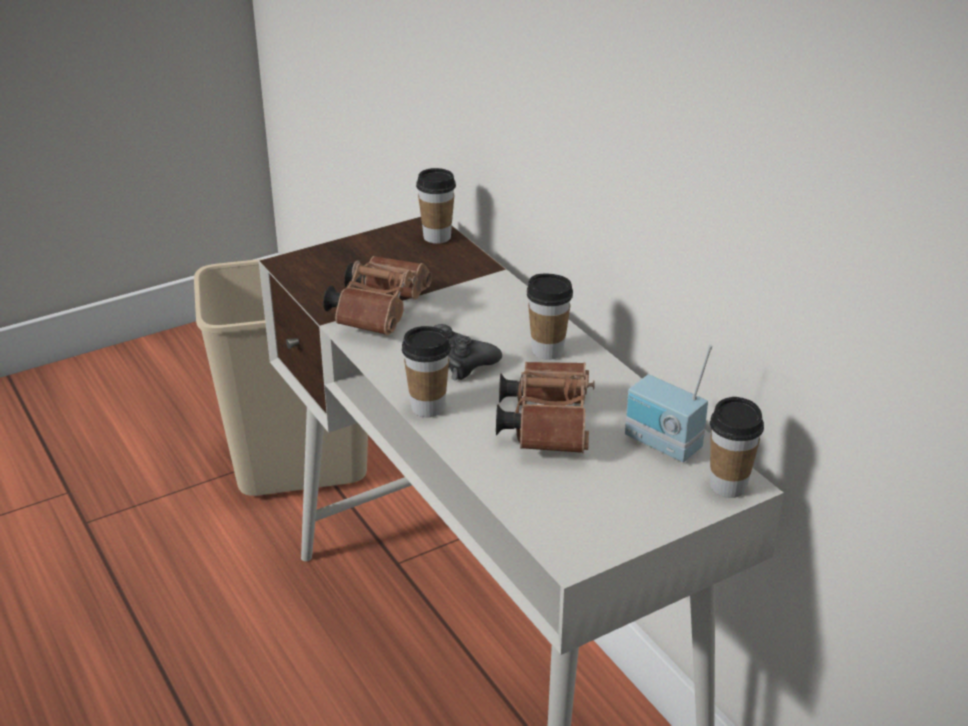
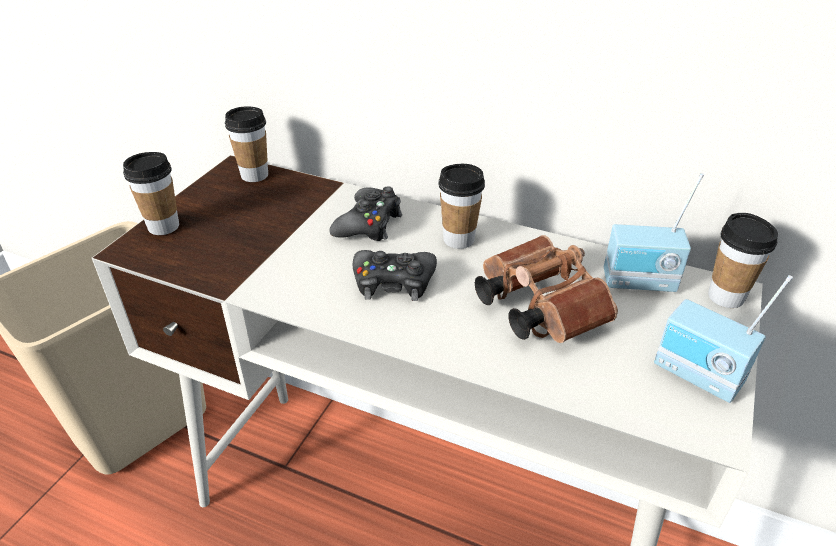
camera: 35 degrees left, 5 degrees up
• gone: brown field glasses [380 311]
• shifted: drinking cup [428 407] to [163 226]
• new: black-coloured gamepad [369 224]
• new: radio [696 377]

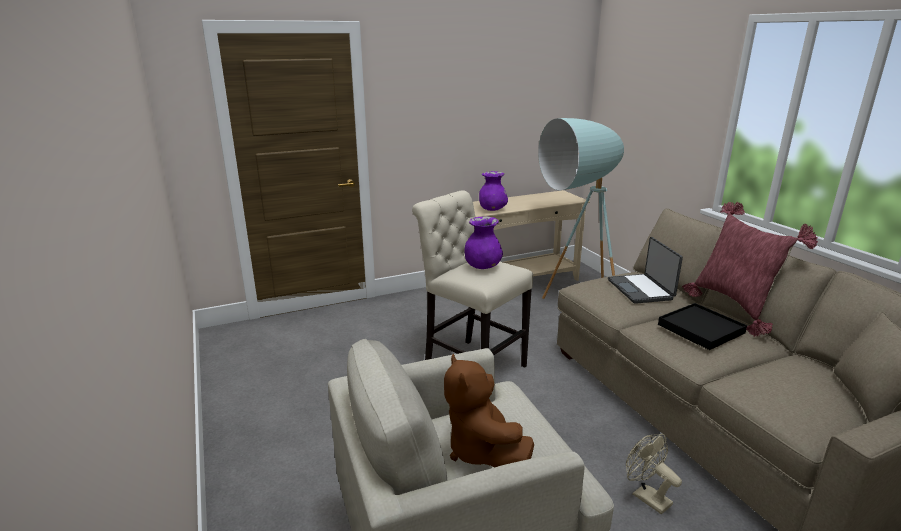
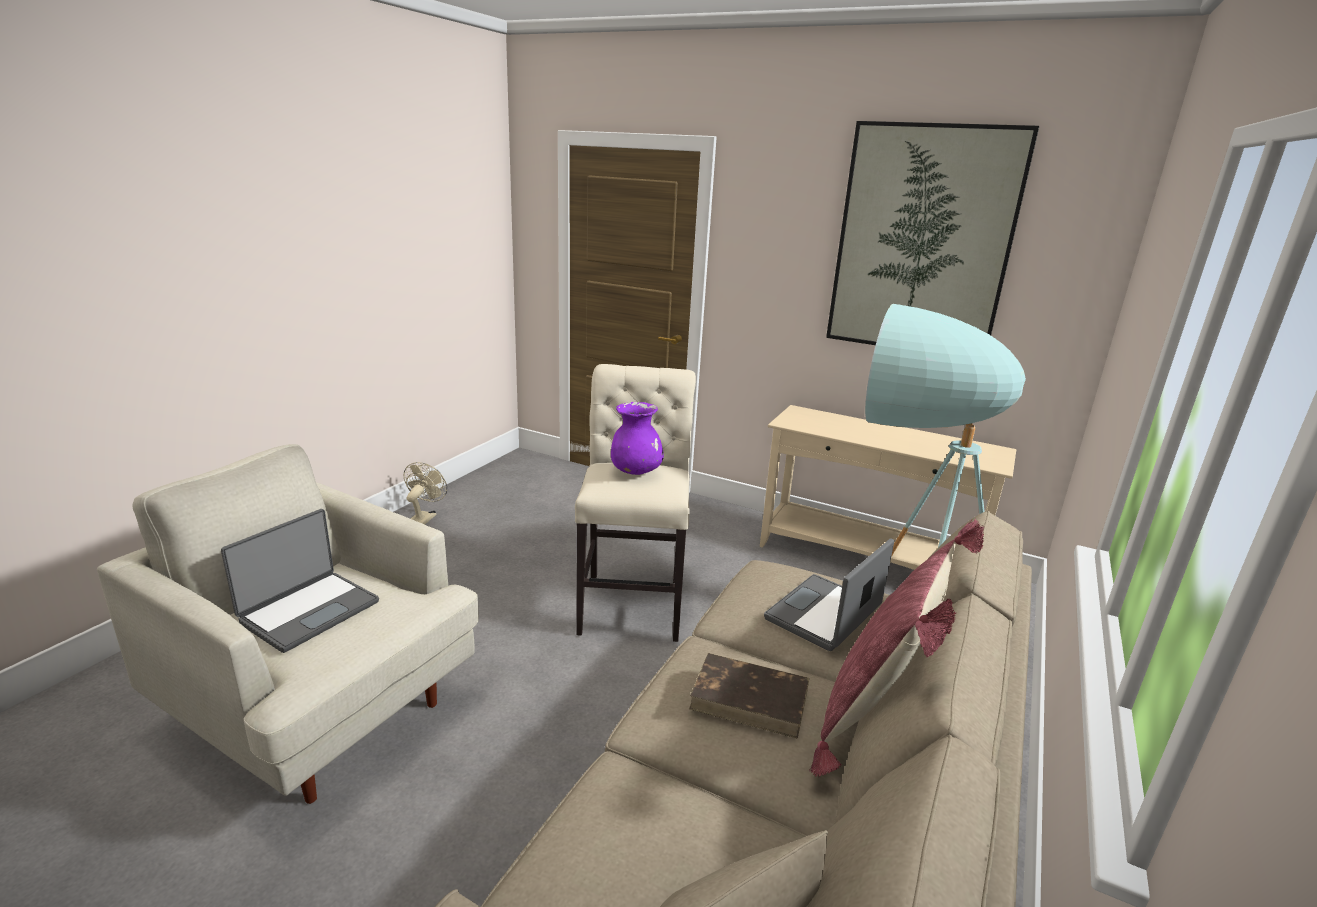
camera: 50 degrees right, 0 degrees up
• gone: purplish vase [492 209]
• swapped: black-coloured serving tray [701 329] to brown book [751 698]
• swapped: brown cuddly toy [481 450] to laptop [309 611]
• shifted: beige fan [646 496] to [424 517]
• new: wall art [922 242]

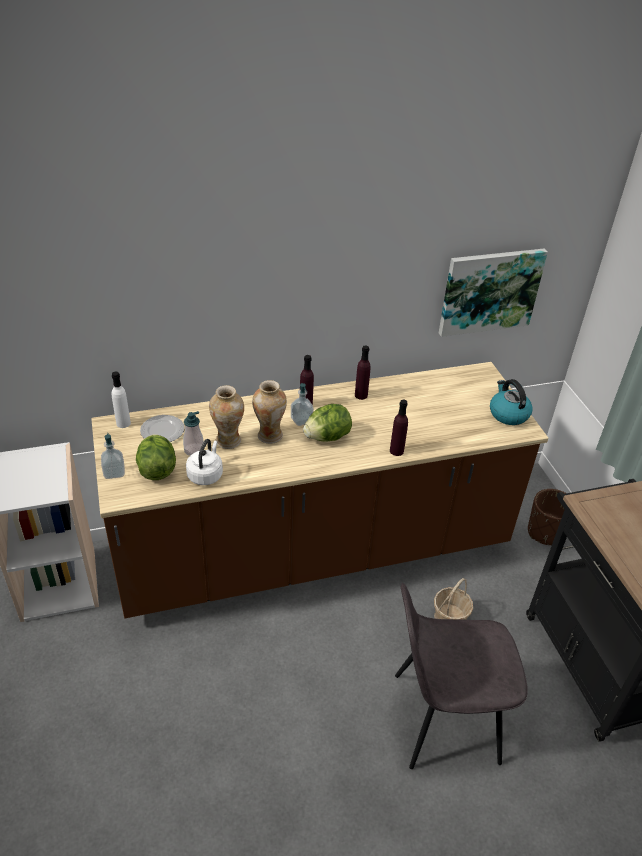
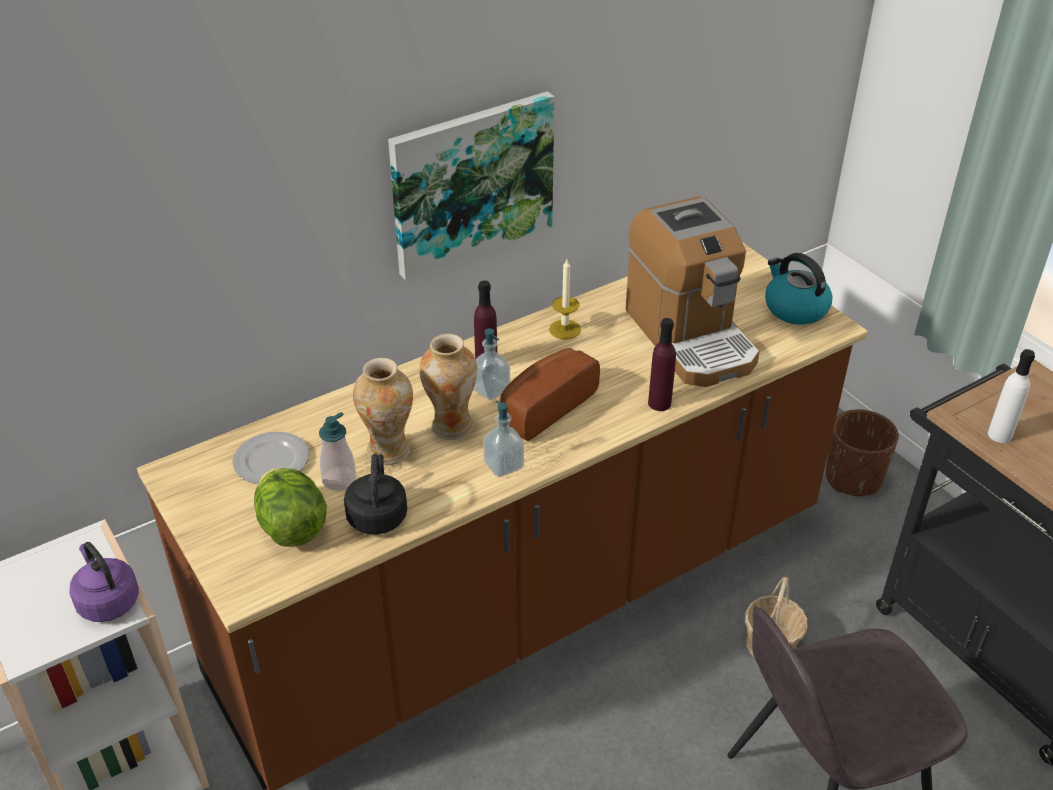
camera: 15 degrees left, 0 degrees up
• shifted: wall art [489 291] to [471 182]
• swapped: purplish bottle [361 395] to wax candle [565 329]
• shifted: white-coloured bottle [123 423] to [999 435]
• swapped: lettuce [327 437] to bakery bread [544 407]
• shifted: liquid soap bottle [114 472] to [503 465]
• repainted: white-coloured tea kettle [206 475] to black-coloured tea kettle [377 515]
• new: coffee maker [690 336]
• new: purplish tea kettle [107 601]

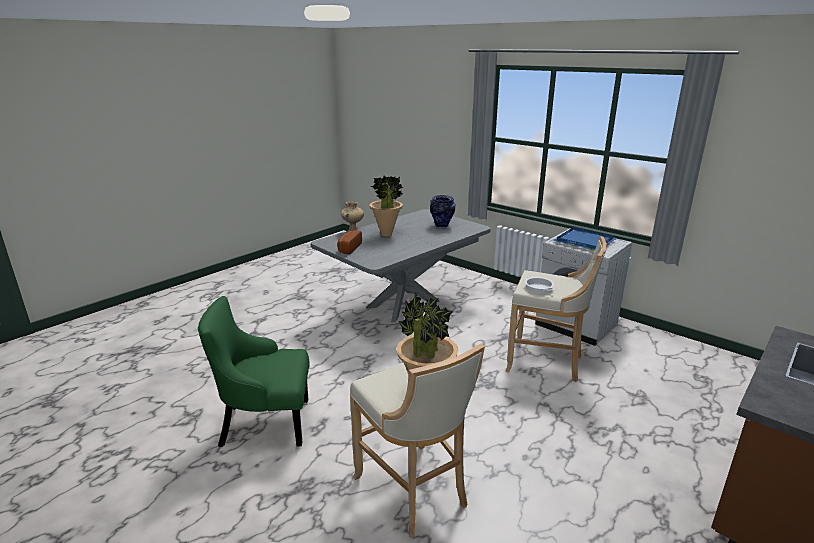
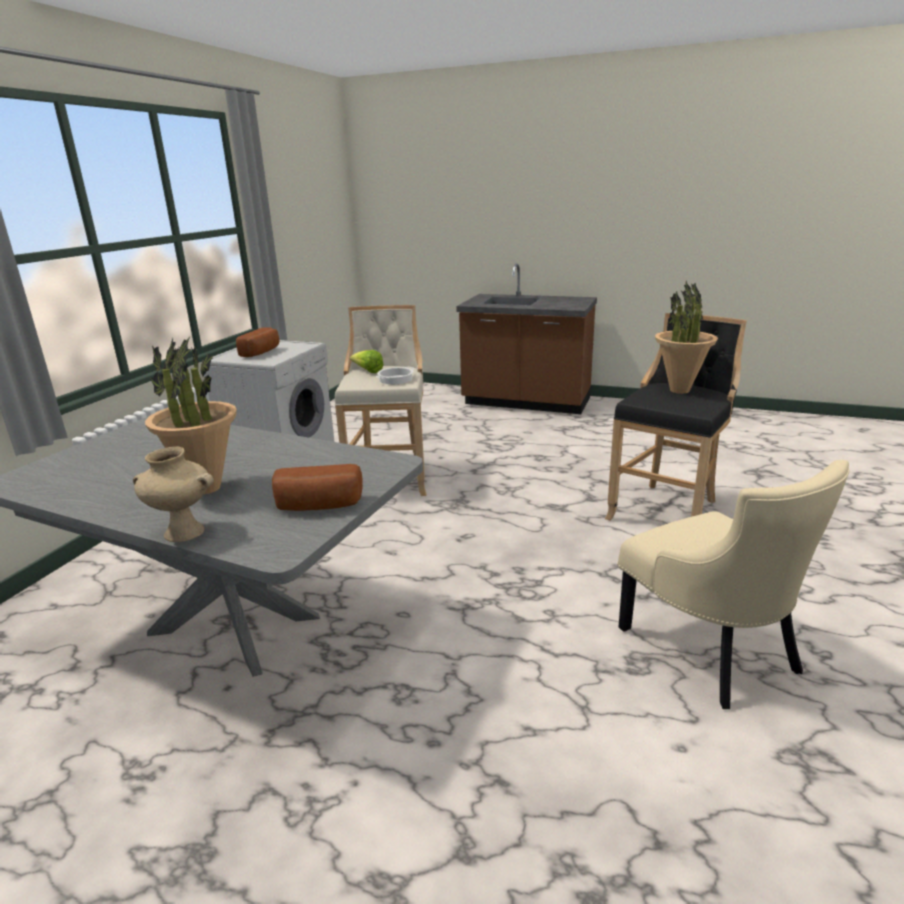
camera: 110 degrees left, 0 degrees up
• gone: vase [442 225]
• swapped: blue serving tray [584 241] to bakery bread [262 352]
• repainted: greenish plain chair [267 424] to beige plain chair [706 647]
• repainted: beige stool seat [414 491] to black-coloured stool seat [667 510]
• new: lettuce [368 371]

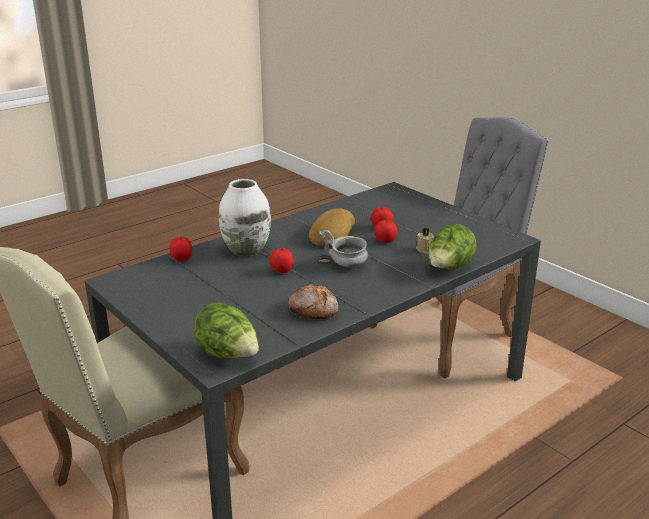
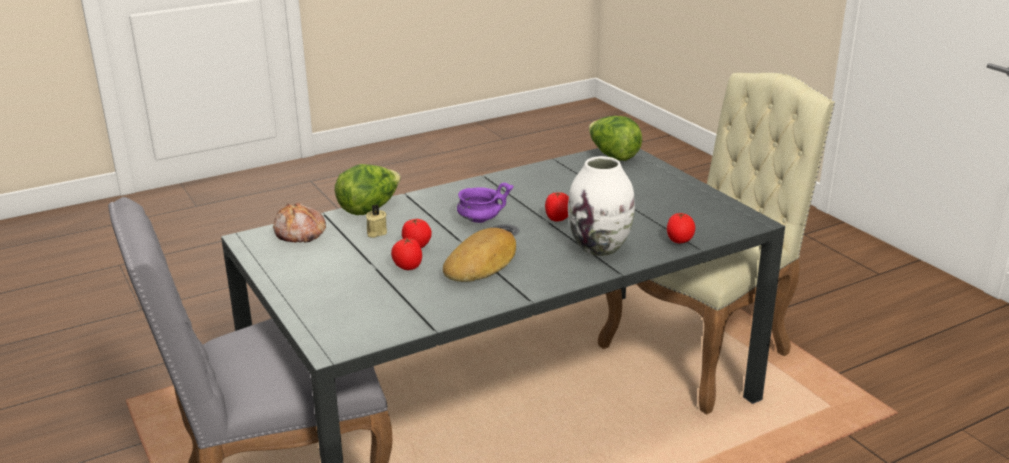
camera: 170 degrees left, 0 degrees up
• repainted: grey deep dish [347 265] to purplish deep dish [480 219]
• shifted: bakery bread [313 310] to [299 233]

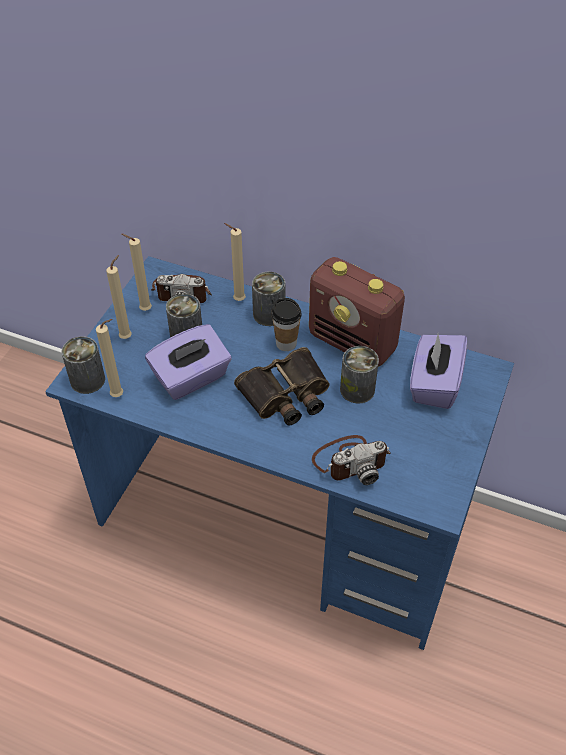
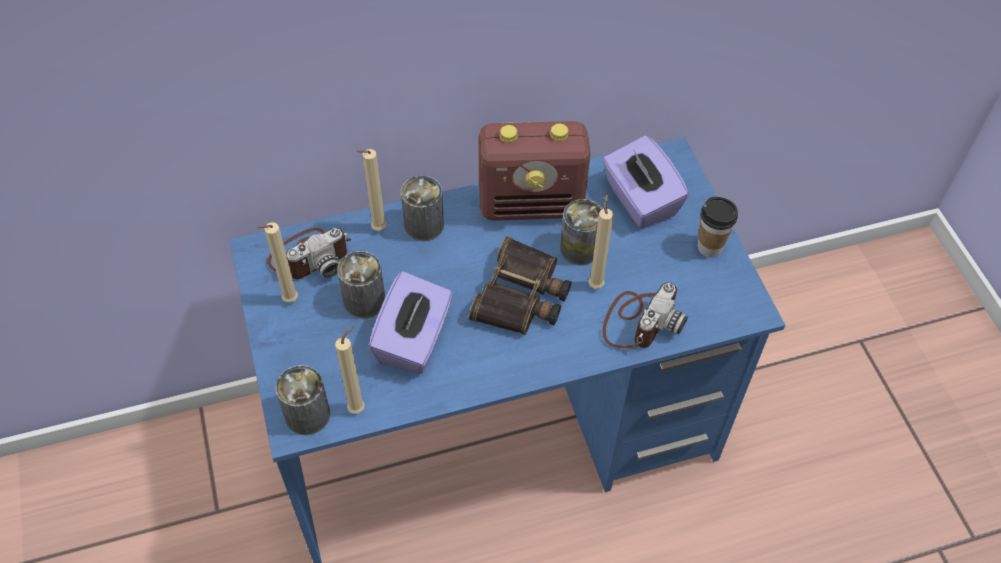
camera: 40 degrees left, 5 degrees up
• shifted: beige wax candle [127 336] to [596 283]
• shifted: drinking cup [286 343] to [709 247]

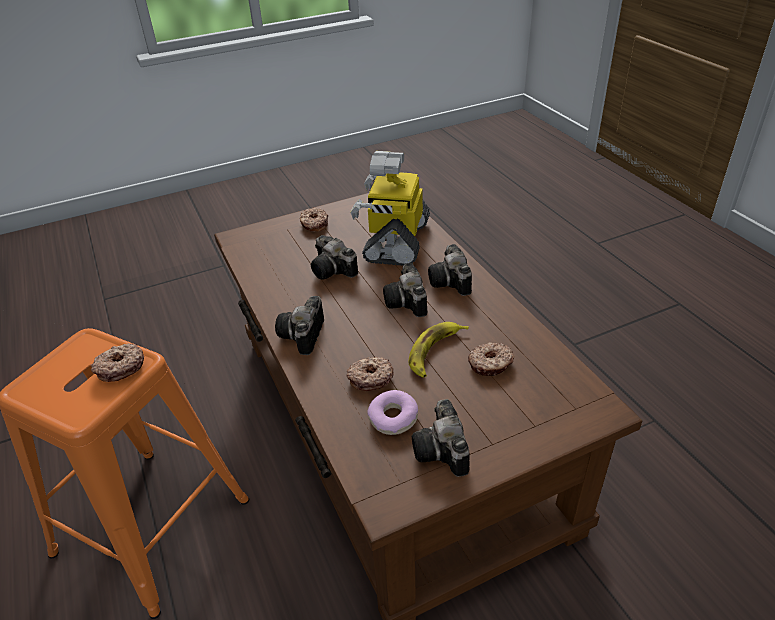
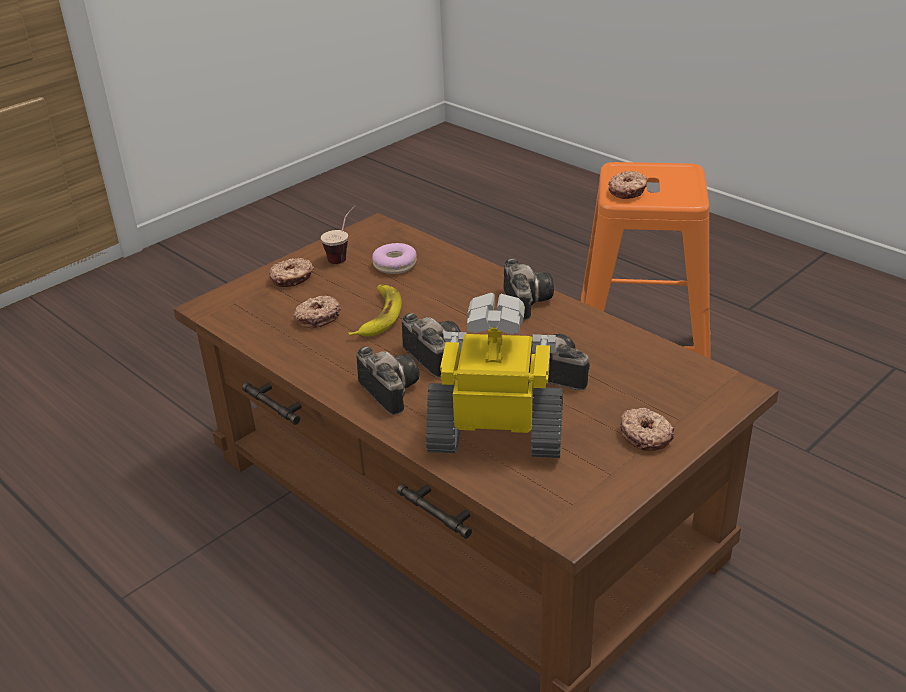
camera: 160 degrees right, 5 degrees down
• rotated: robot figure [395 241] = [497 434] 75 degrees counterclockwise
• shifted: doughnut [370 378] to [292 279]
• swapped: photo camera [443 452] to drinking cup [344 255]

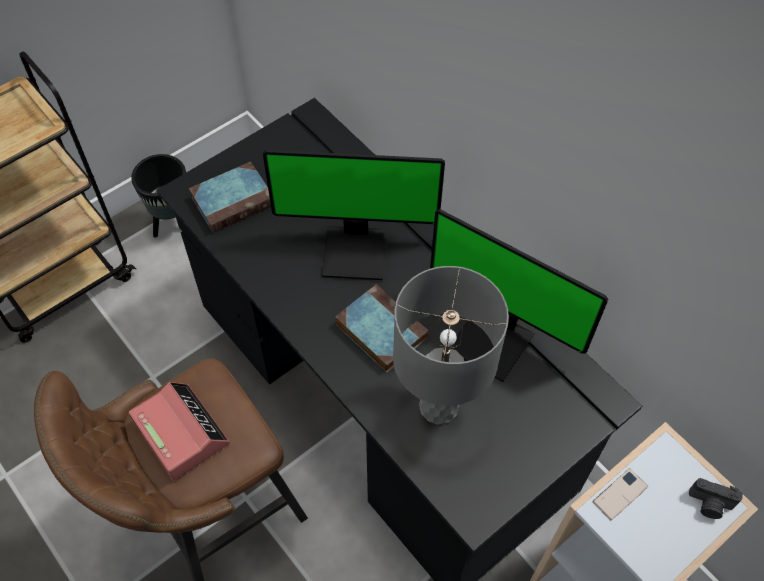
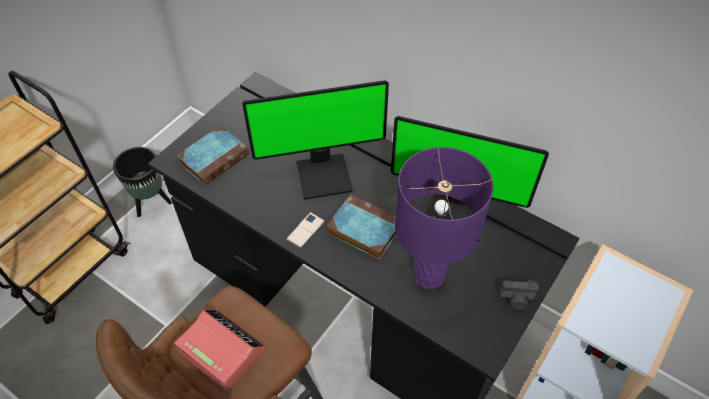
camera: 15 degrees left, 5 degrees down
• repainted: grey table lamp [438 406] to purplish table lamp [428 275]
• shifted: phone [620 494] to [305 230]
• shifted: photo camera [709 504] to [516 300]

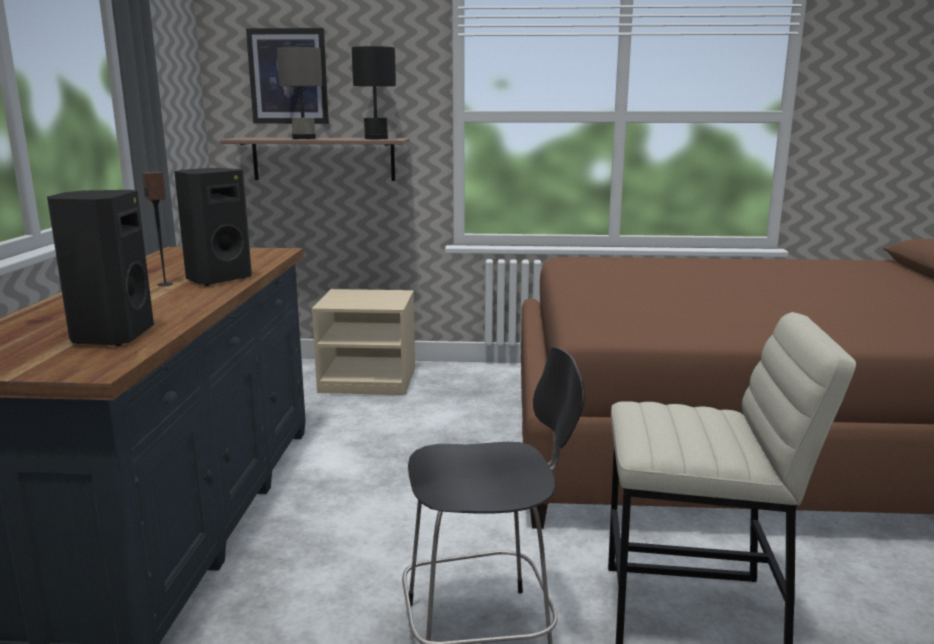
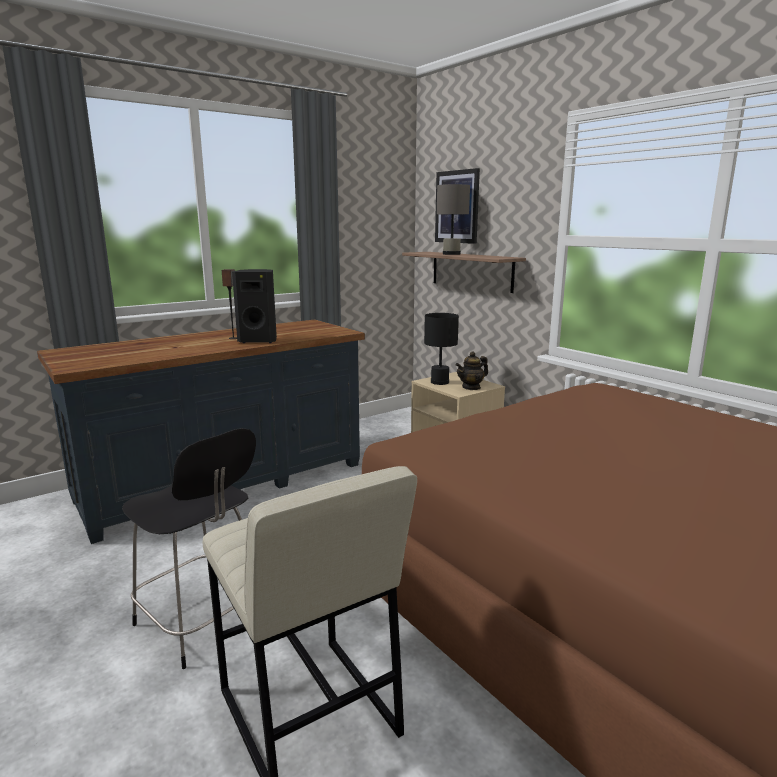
camera: 50 degrees right, 0 degrees up
• shifted: black-coloured table lamp [375 138] to [439 382]
• gone: black-coloured audio speaker [110 336]
• new: pot for tea [471 387]

